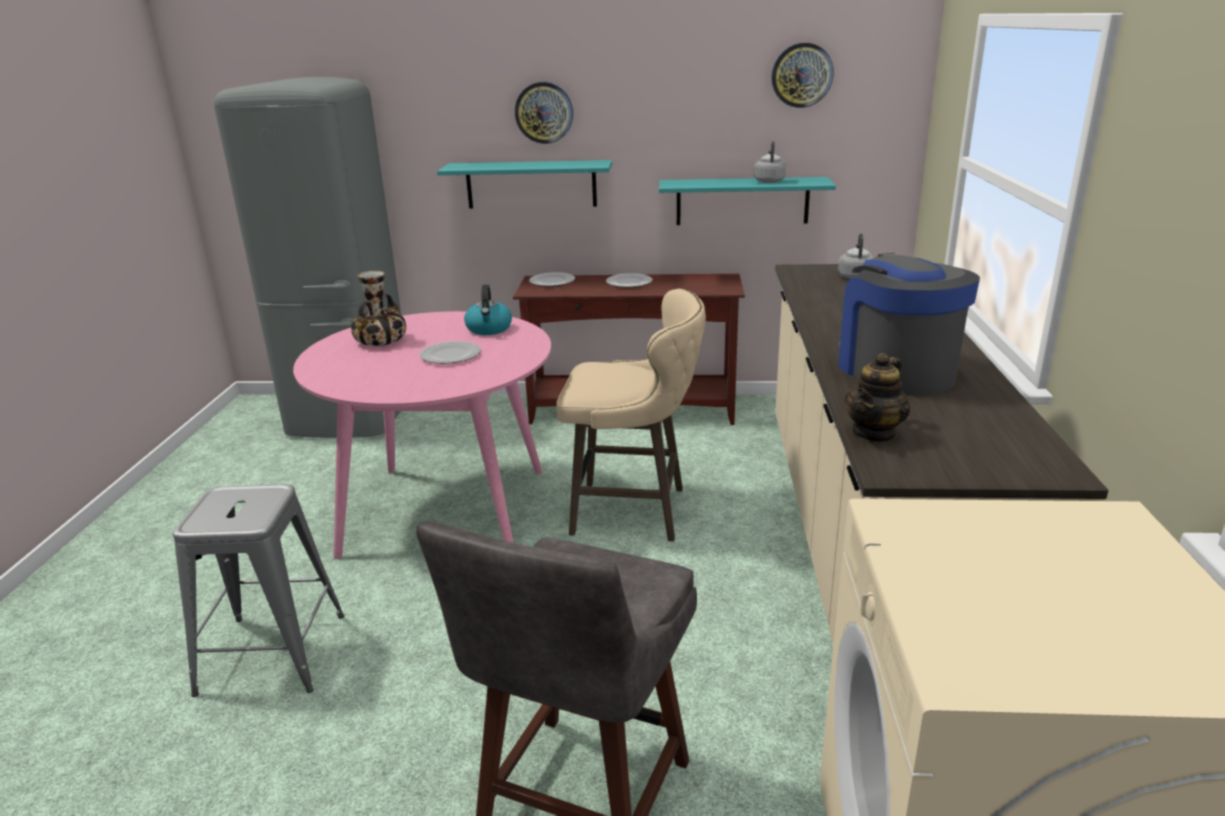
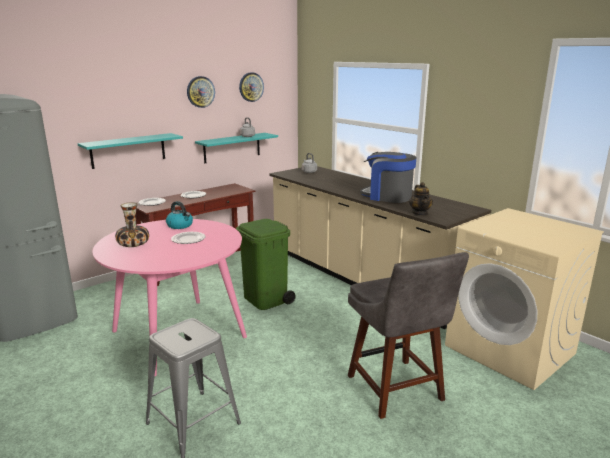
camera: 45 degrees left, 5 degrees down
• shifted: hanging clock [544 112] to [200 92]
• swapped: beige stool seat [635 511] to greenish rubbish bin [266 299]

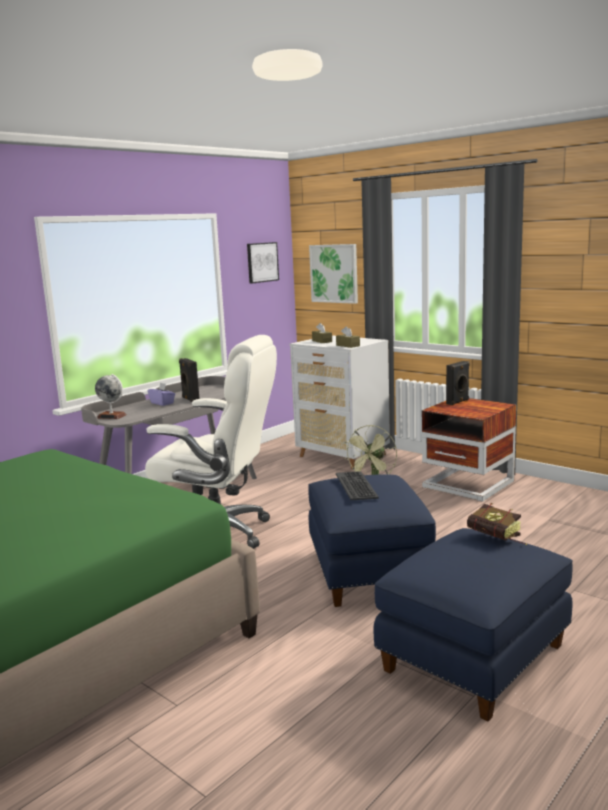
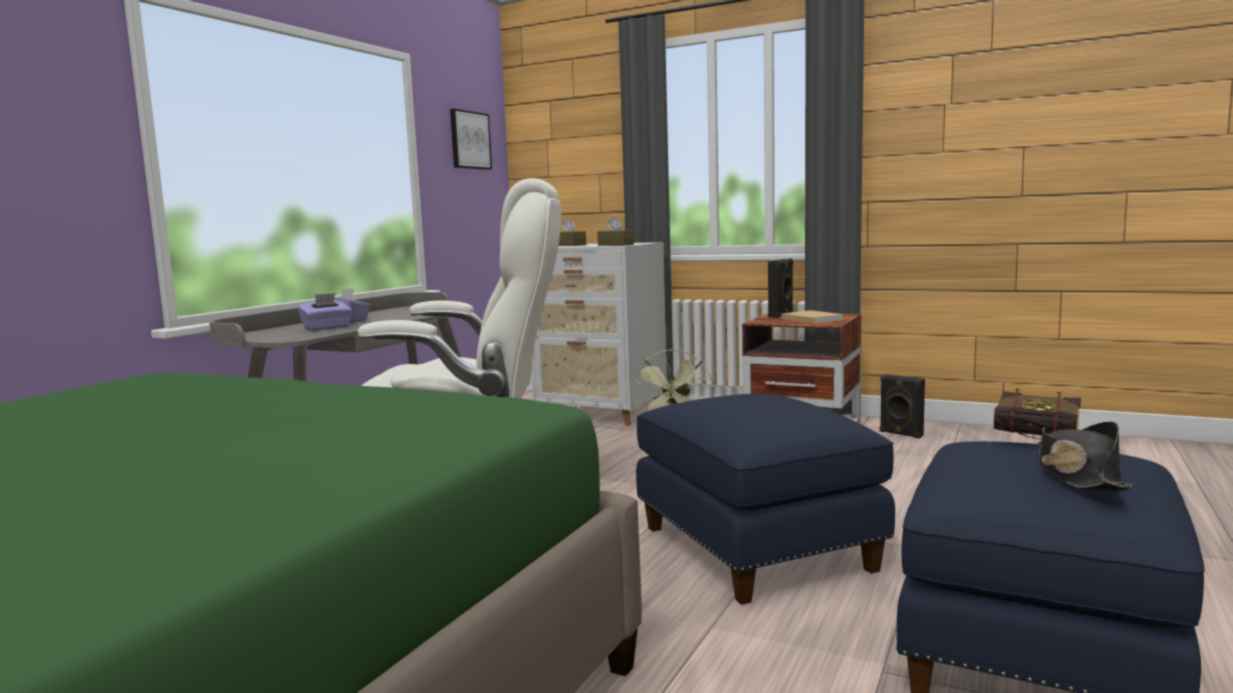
camera: 15 degrees left, 5 degrees down
• gone: wall art [334 273]
• shifted: black-coloured audio speaker [190 400] to [900 434]
• gone: desk globe [112 416]
• gone: PC keyboard [356 486]
• new: purplish tissue box [327 328]
• new: beige book [810 319]
• new: black-coloured hat [1078 475]

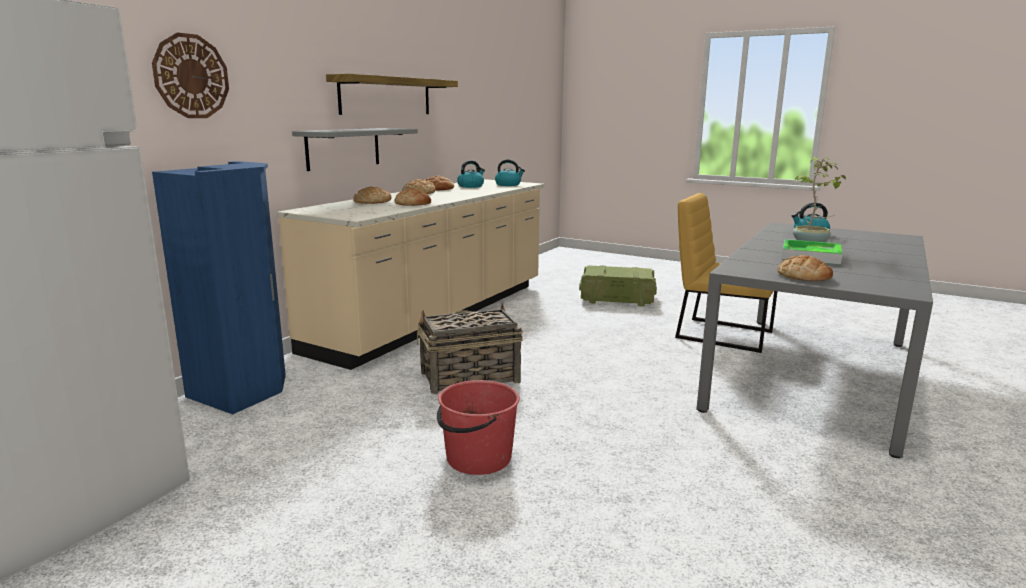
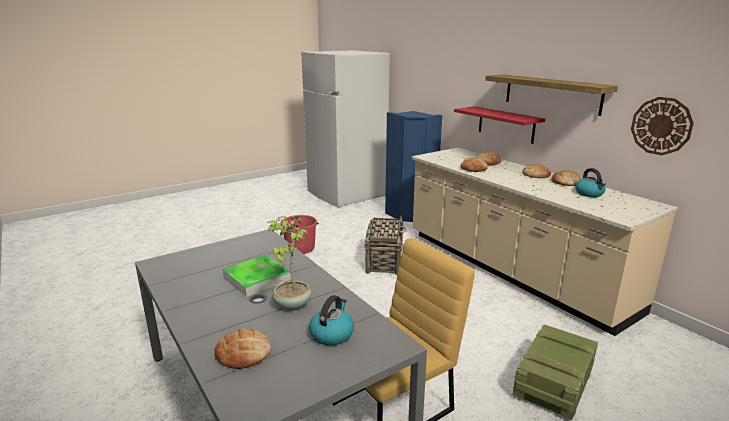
camera: 115 degrees right, 5 degrees up
• shifted: hanging clock [191 76] to [661 126]
• repainted: grey shelf [343 148] to reddish shelf [506 124]
• gone: tea kettle [508 185]
• shifted: bakery bread [804 276] to [244 353]

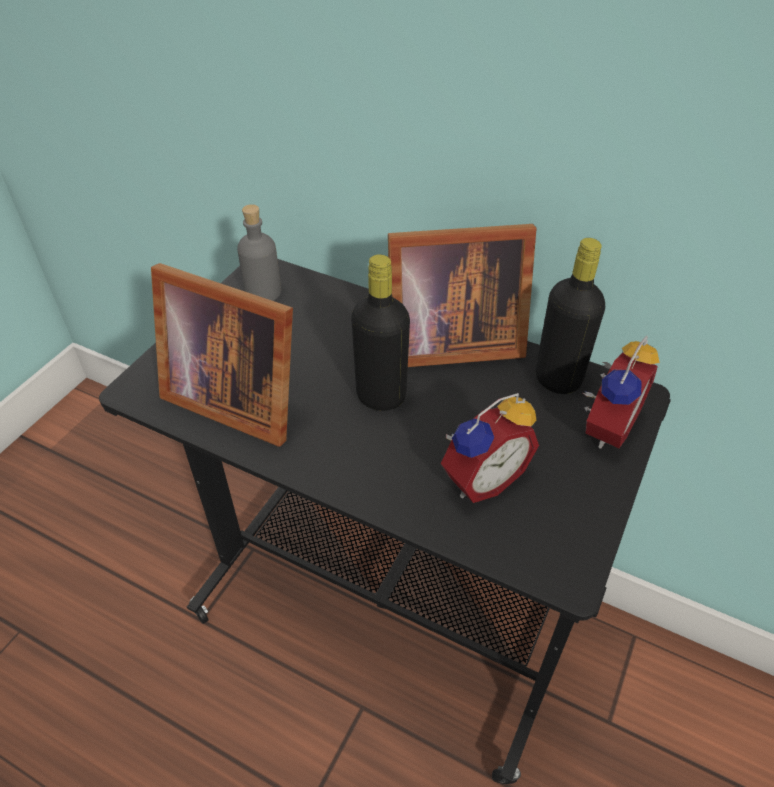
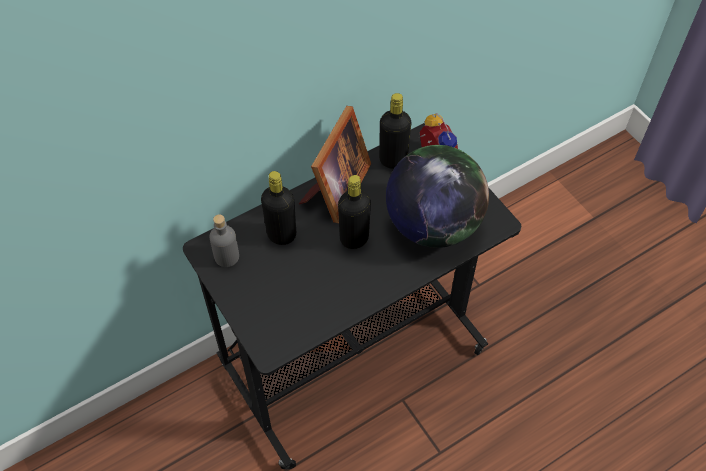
camera: 60 degrees left, 10 degrees up
• gone: photo frame [234 397]
• swapped: table clock [481 478] to desk globe [432 225]
• new: black-coloured bottle [281 234]

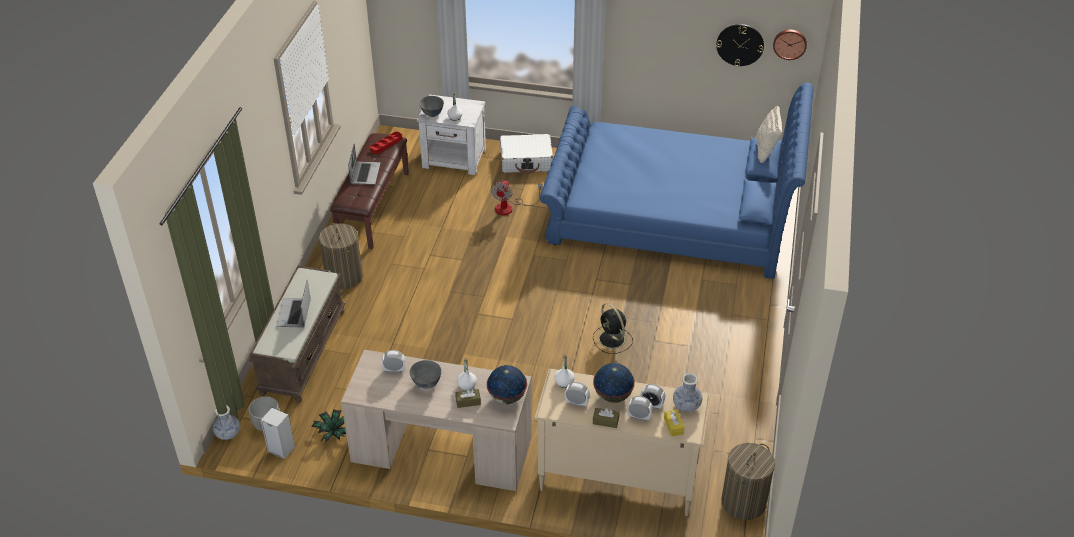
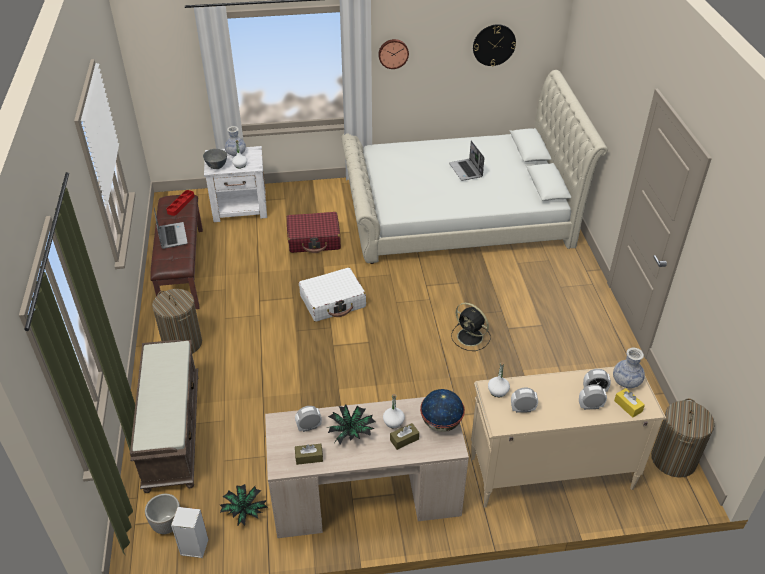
camera: 20 degrees left, 0 degrees up
• shifted: hanging clock [790 43] to [393 53]
• repainted: blue bed [671 212] to beige bed [459 211]
• gone: beige cushion [766 151]
• shifted: white-coloured piece of luggage [526 160] to [333 301]
• swapped: fan [510 207] to reddish piece of luggage [314 239]
• shifted: laptop [294 314] to [466 170]
• swapped: grey deep dish [427 384] to houseplant [351 432]
• gone: desk globe [613 396]
• shifted: vase [228 433] to [236 153]
• shifted: brown tissue box [605 421] to [309 457]

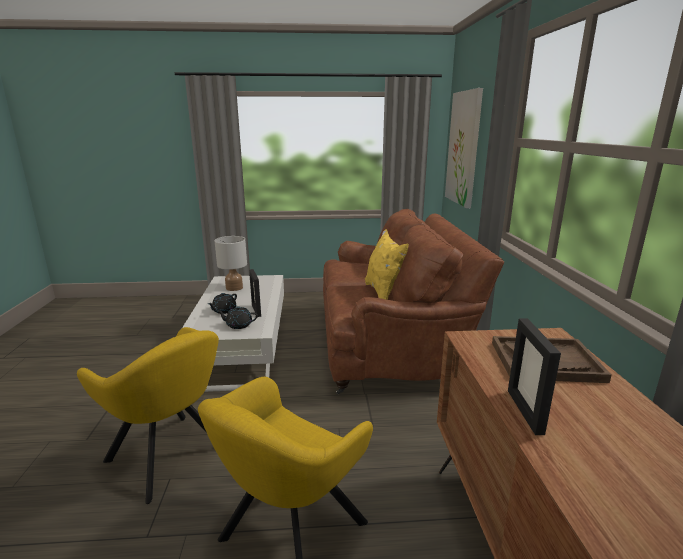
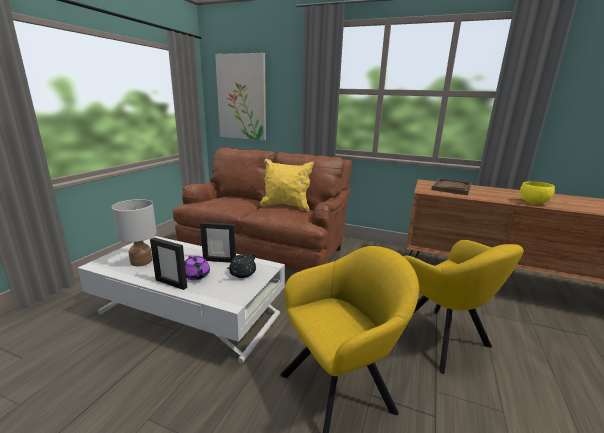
camera: 65 degrees left, 0 degrees up
• repainted: black-coloured pot for tea [224 310] to purplish pot for tea [196 276]
• shifted: photo frame [526 411] to [172 283]
• new: yellow-coloured deep dish [533 202]

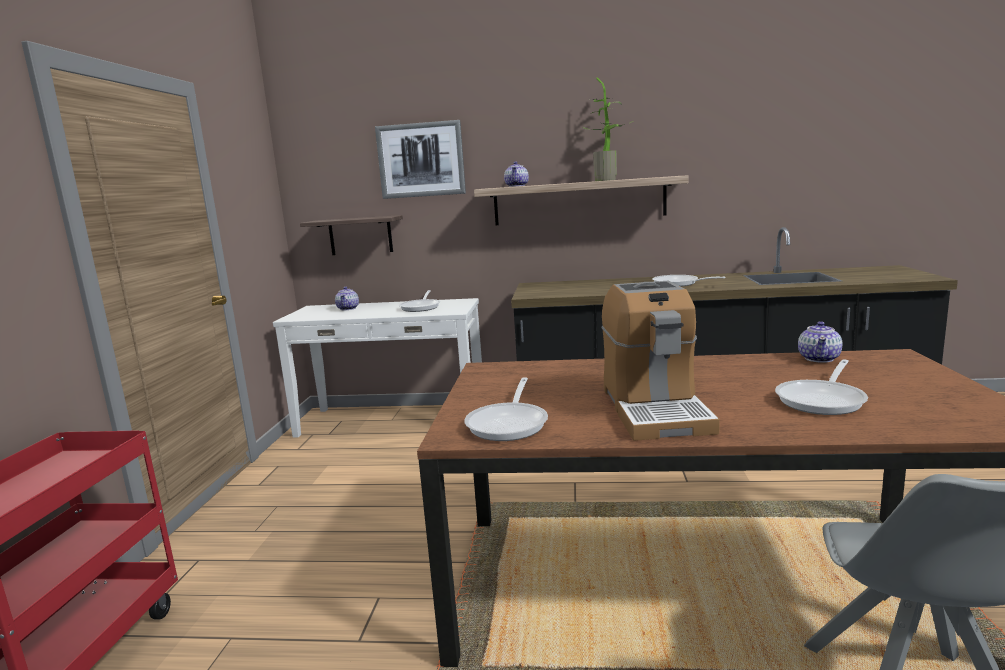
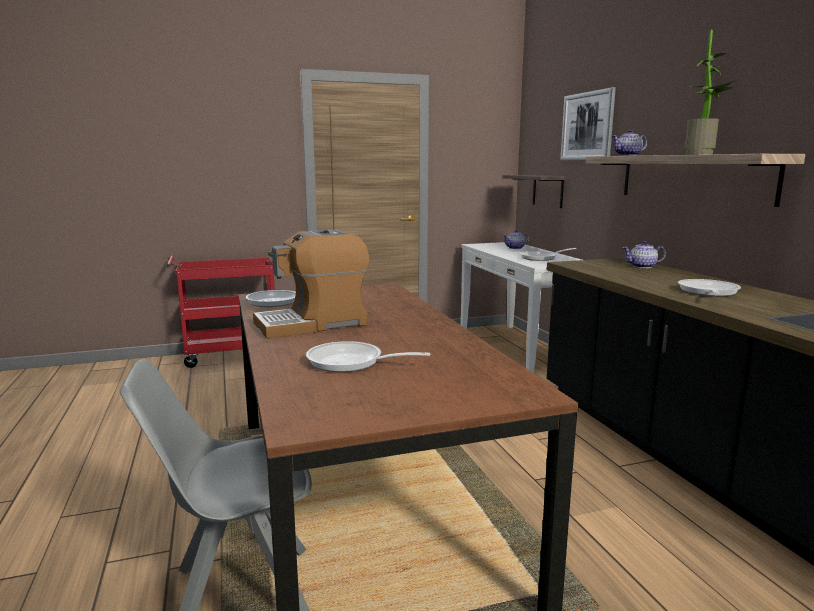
camera: 65 degrees right, 0 degrees up
• shifted: pot for tea [819 358] to [642 266]

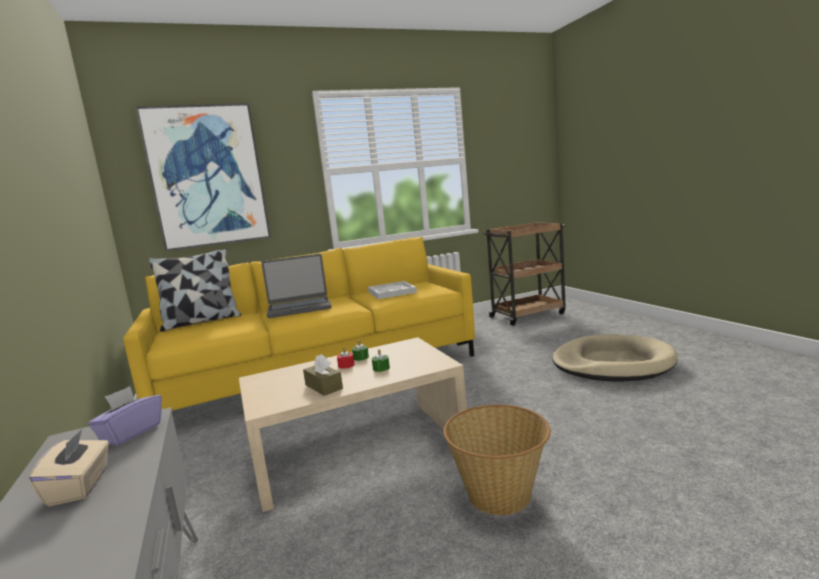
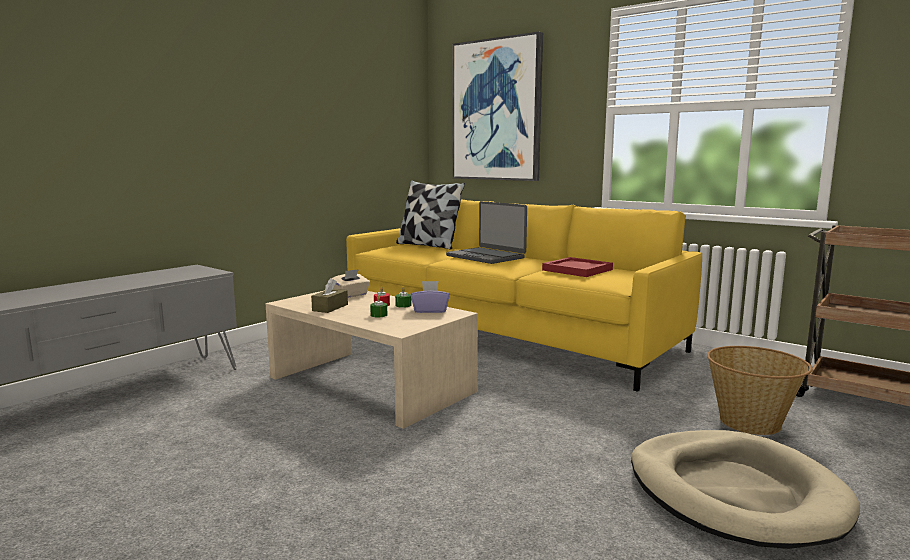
camera: 60 degrees right, 0 degrees up
• repainted: white-coloured serving tray [391 292] to reddish serving tray [576 270]
• shifted: purplish tissue box [131 433] to [430 310]
• shifted: basket [500 494] to [751 422]
• shifted: beige tissue box [79 486] to [351 295]

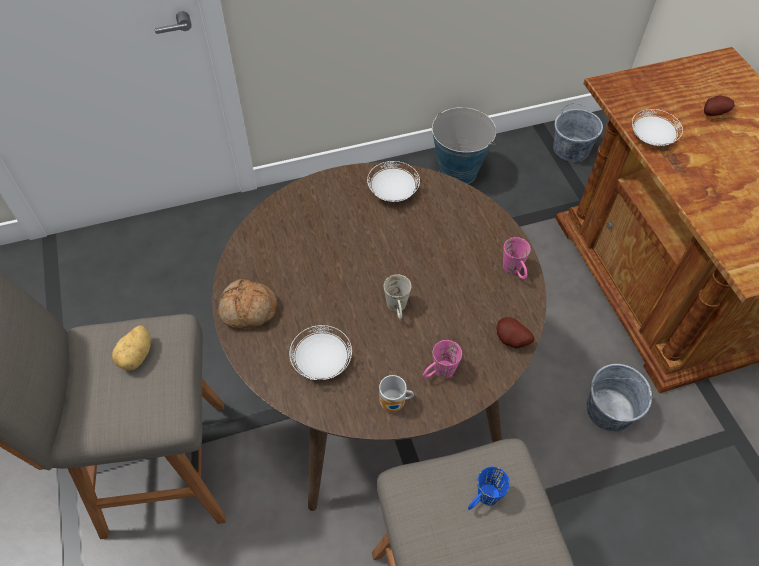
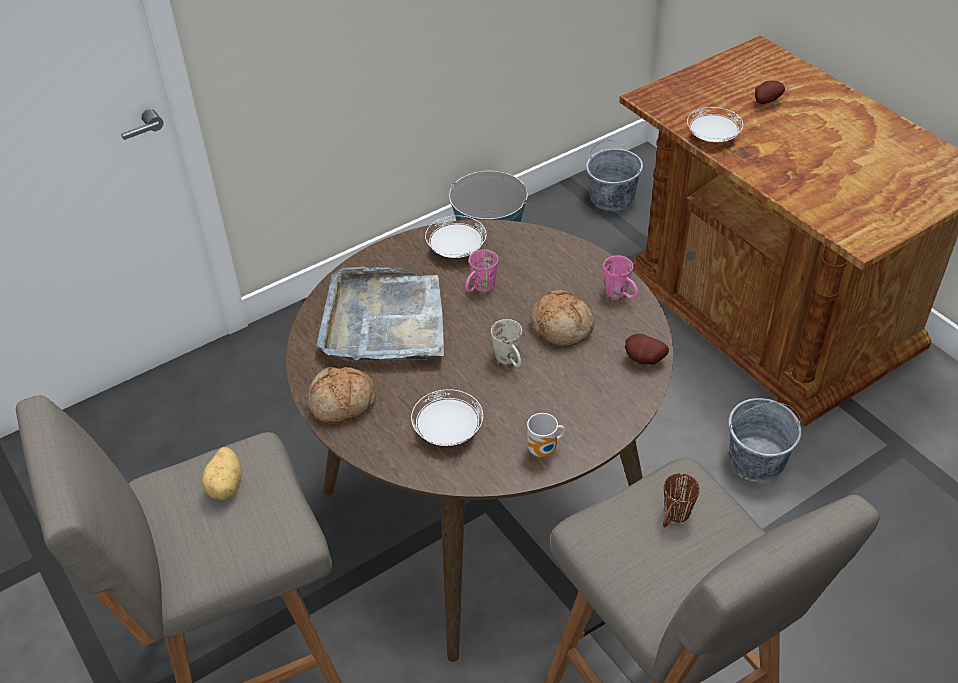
camera: 15 degrees left, 10 degrees down
• shifted: pinkish coffee mug [439 373] to [480 289]
• repainted: blue coffee mug [483 499] to brown coffee mug [673 518]
• new: grey serving tray [384 321]
• new: bakery bread [562 326]

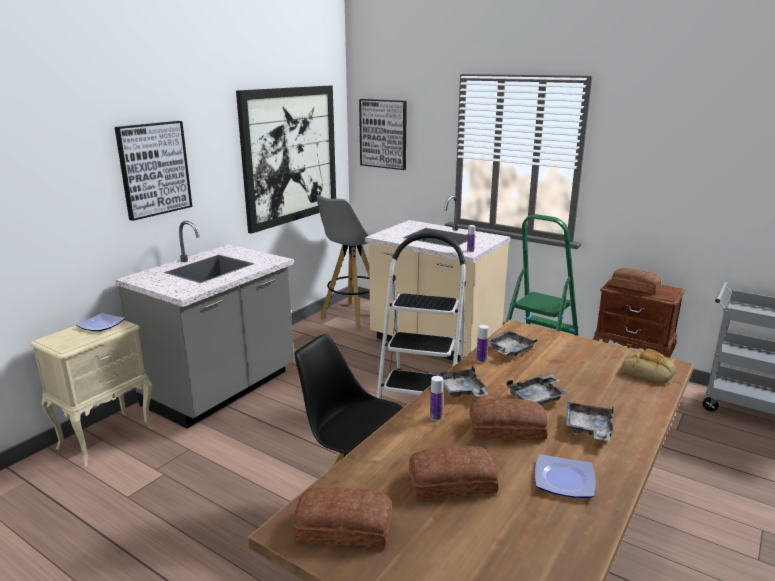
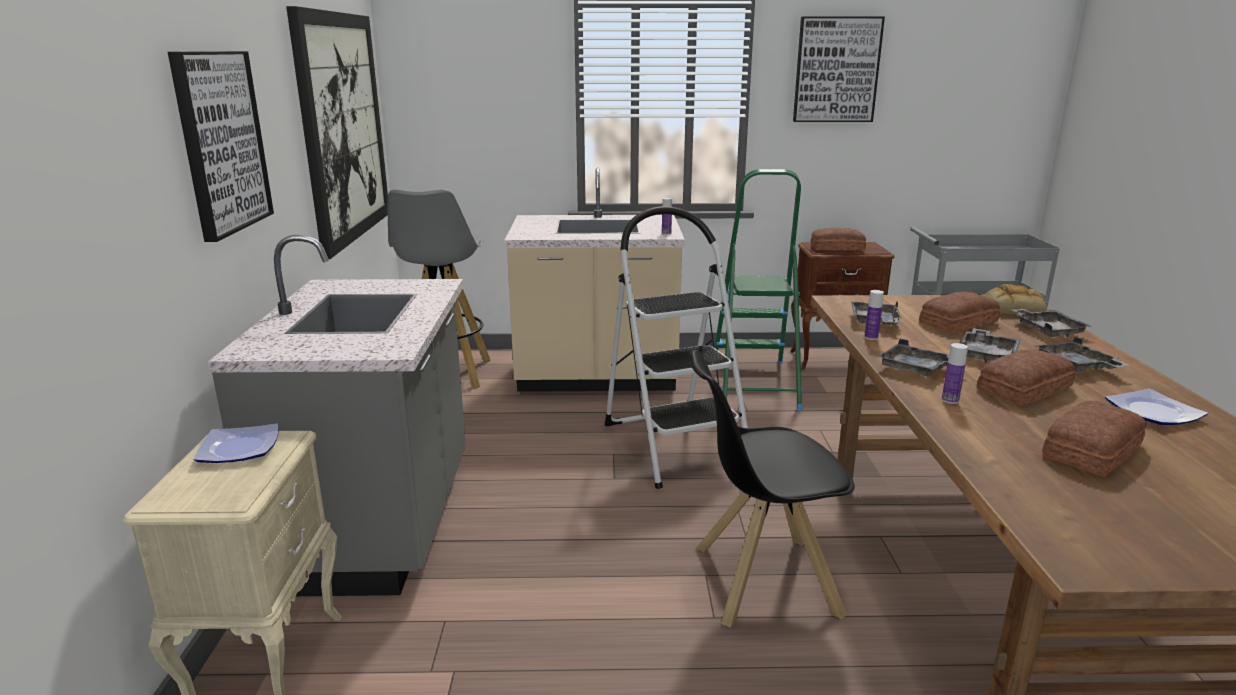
camera: 35 degrees left, 0 degrees up
• shifted: wall art [383 134] to [836 70]
• shifted: bakery bread [343 525] to [956 322]
• new: grey serving tray [1047 330]

